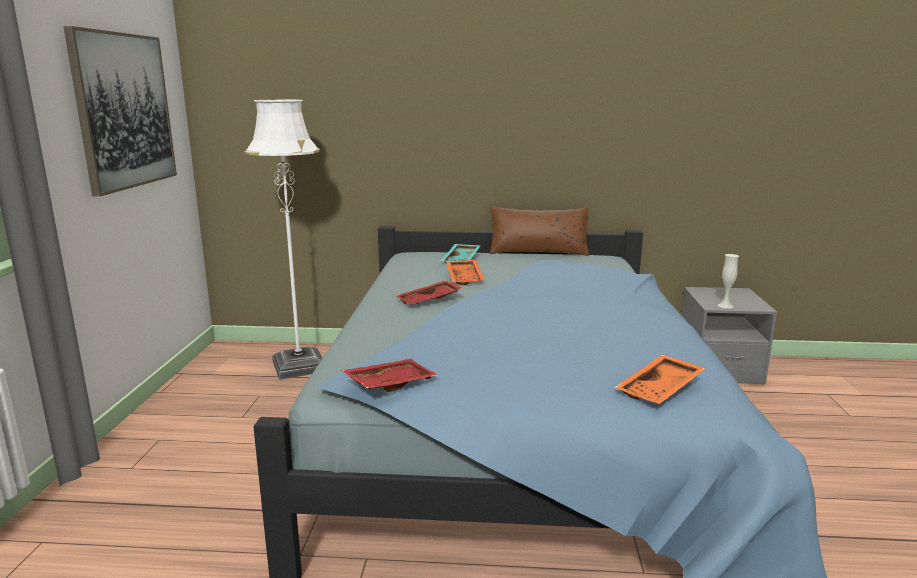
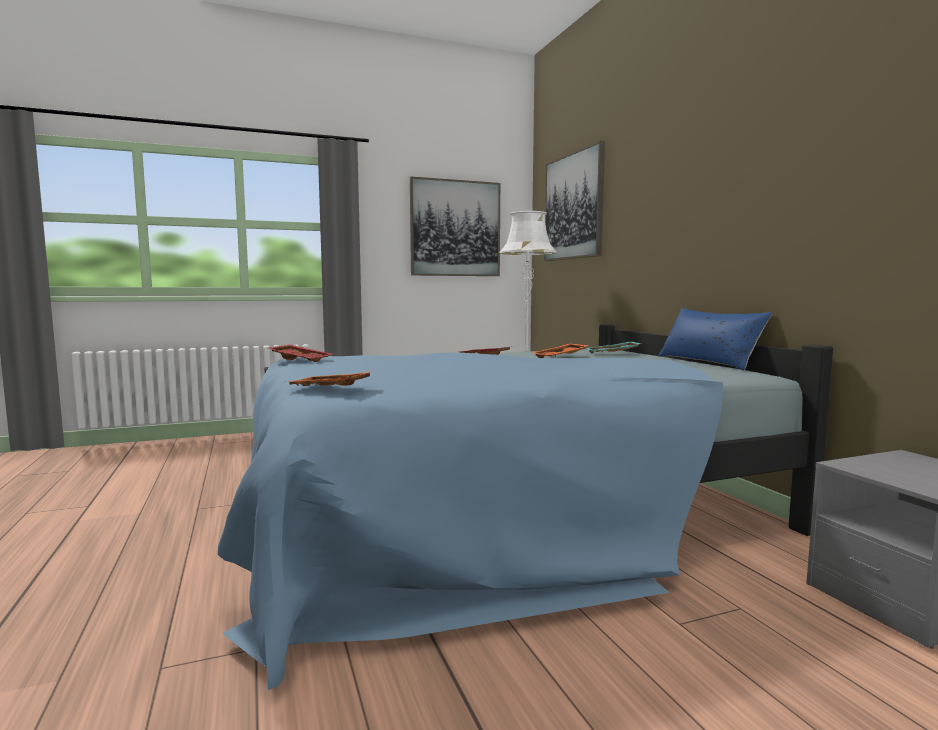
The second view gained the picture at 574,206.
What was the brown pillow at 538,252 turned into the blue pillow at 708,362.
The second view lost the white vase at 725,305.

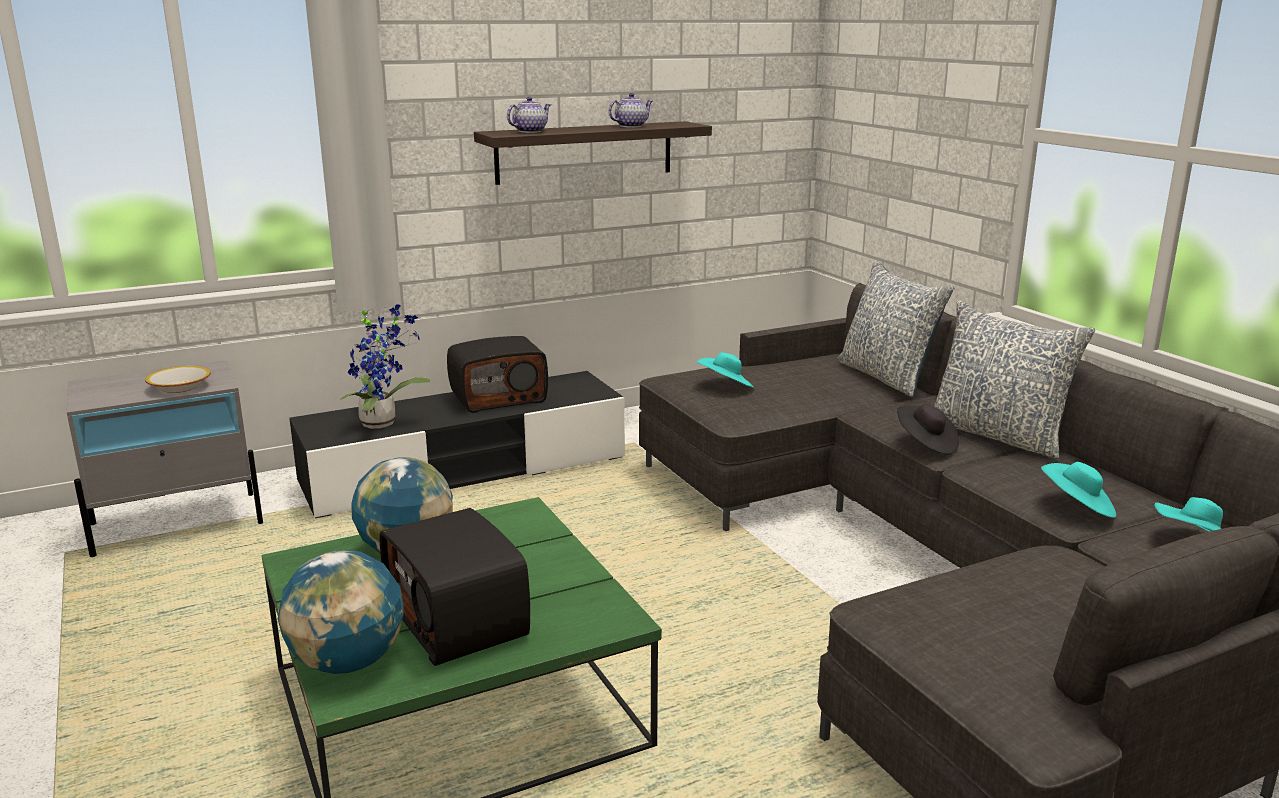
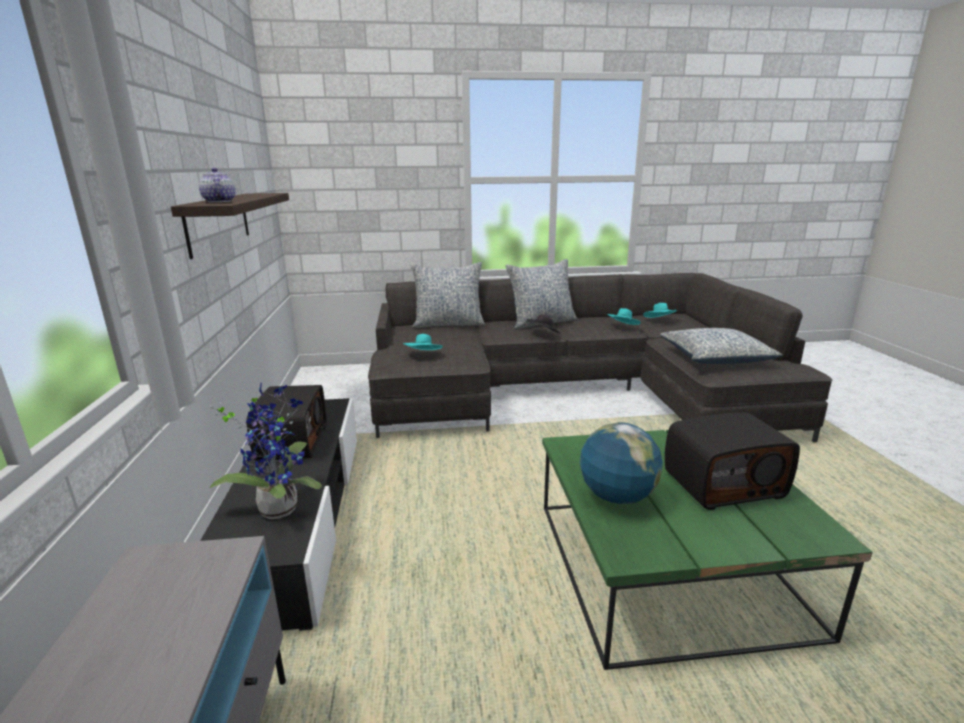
The second view gained the pillow at 715,358.
The second view lost the bowl at 180,387.
The second view lost the globe at 348,662.
The second view lost the teapot at 631,126.

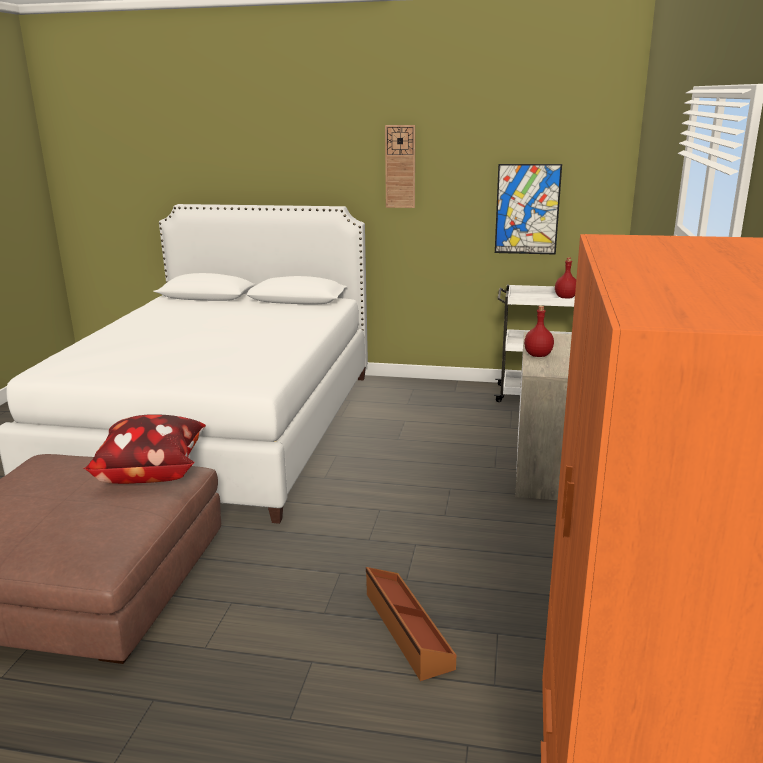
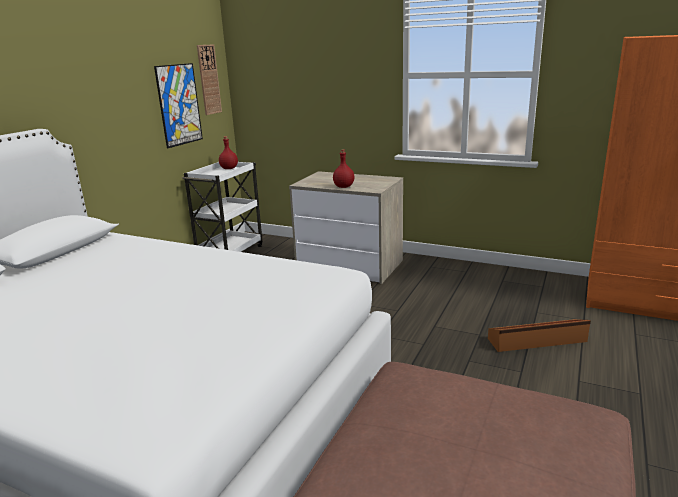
The wall clock ended up elsewhere, having gone from 400,167 to 209,79.
The second view lost the pillow at 151,472.

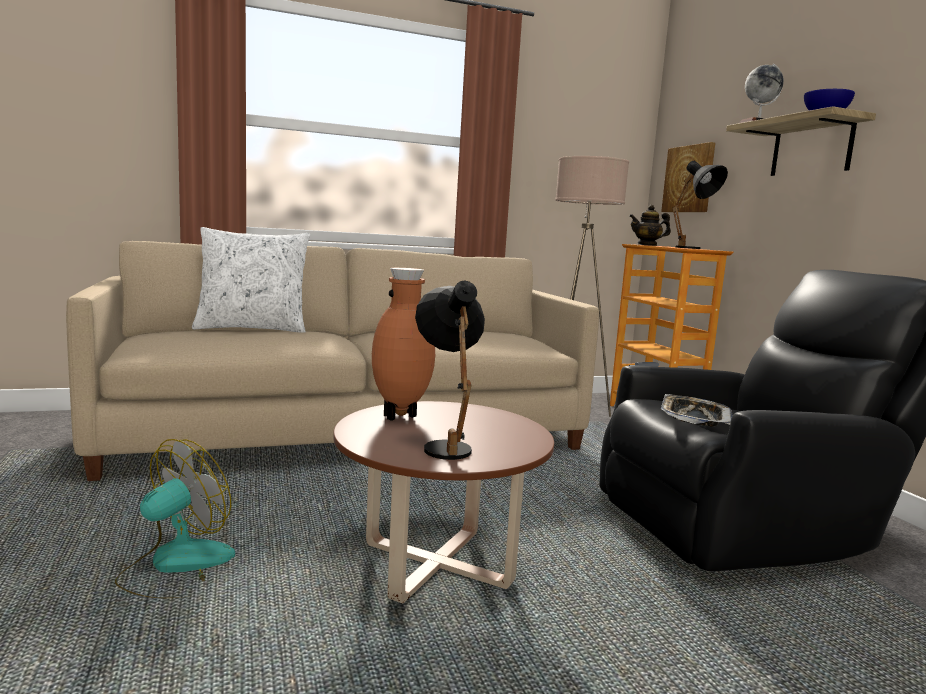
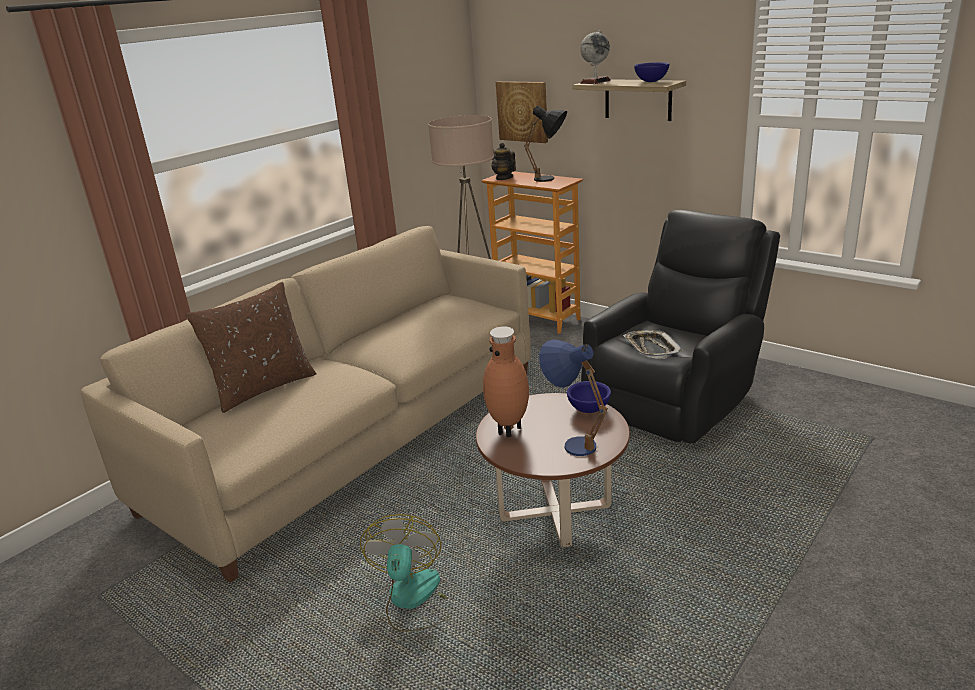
What was the white pillow at 252,329 turned into the brown pillow at 263,388.
The teapot at 647,245 ended up facing another way, 90 degrees clockwise from before.
What was the black table lamp at 446,444 turned into the blue table lamp at 572,442.
The second view gained the blue bowl at 588,410.

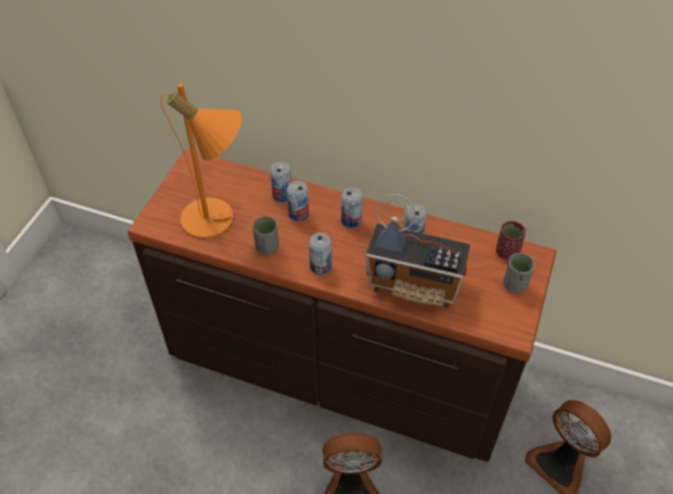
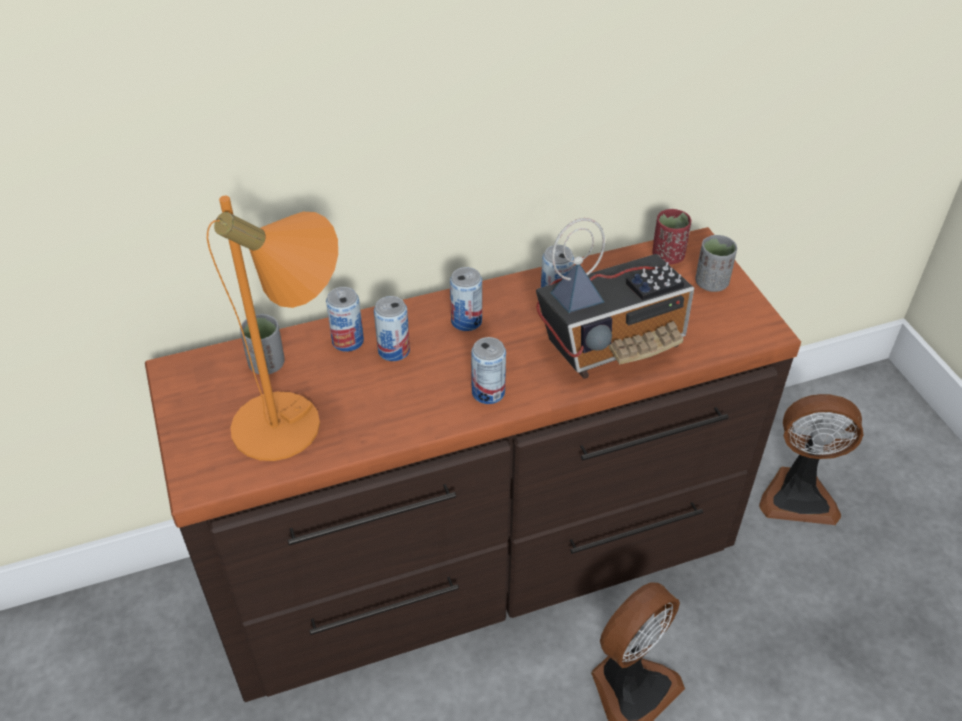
The grey cup ended up elsewhere, having gone from 267,247 to 267,364.

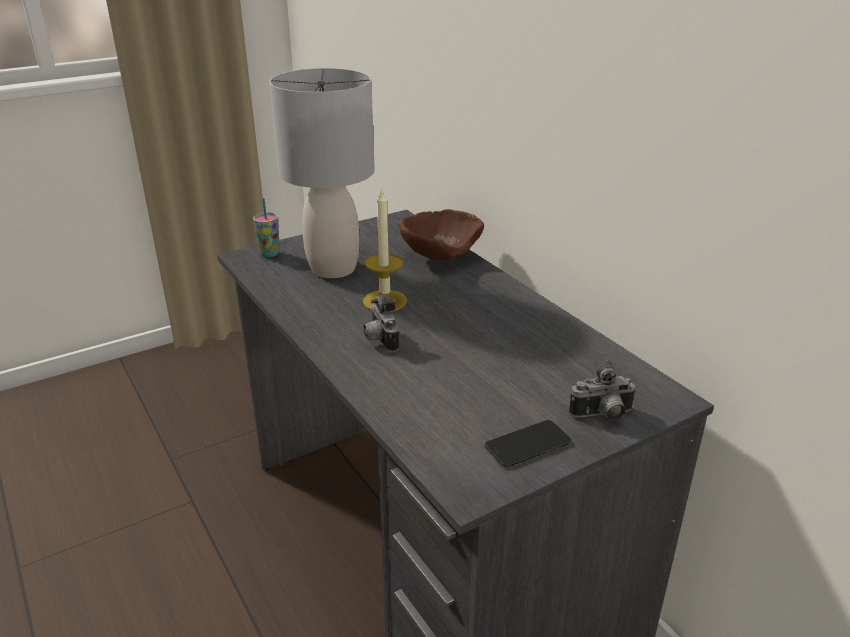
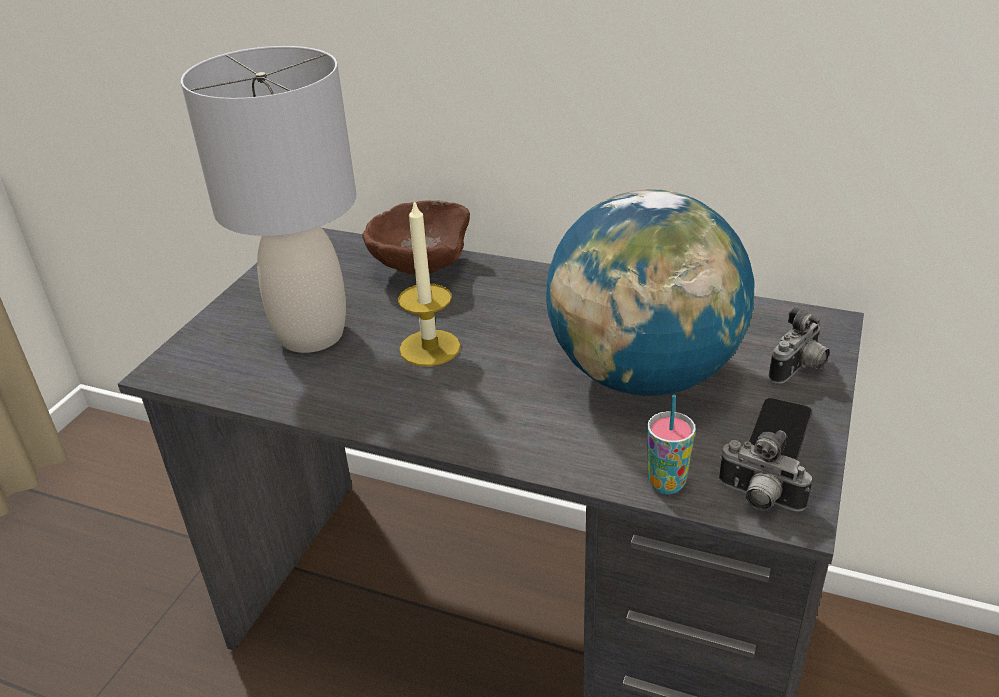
The second view gained the globe at 643,376.
The cup ended up elsewhere, having gone from 269,253 to 666,483.
The photo camera ended up elsewhere, having gone from 379,340 to 758,499.

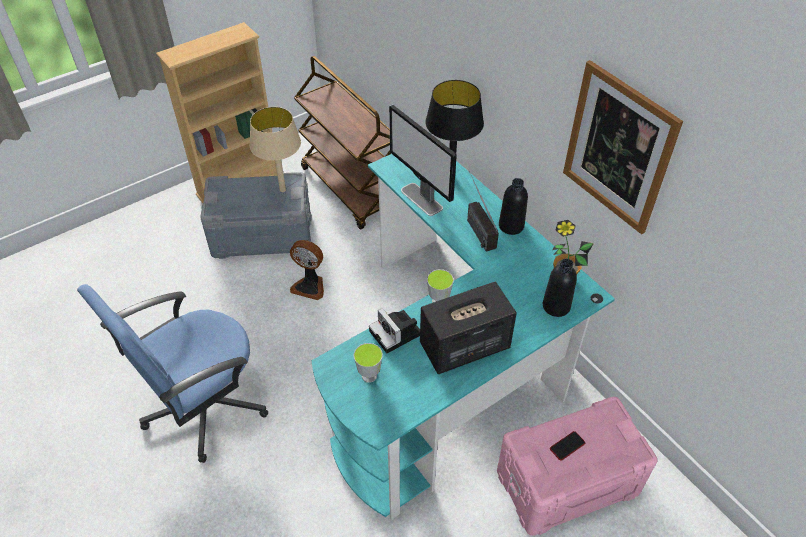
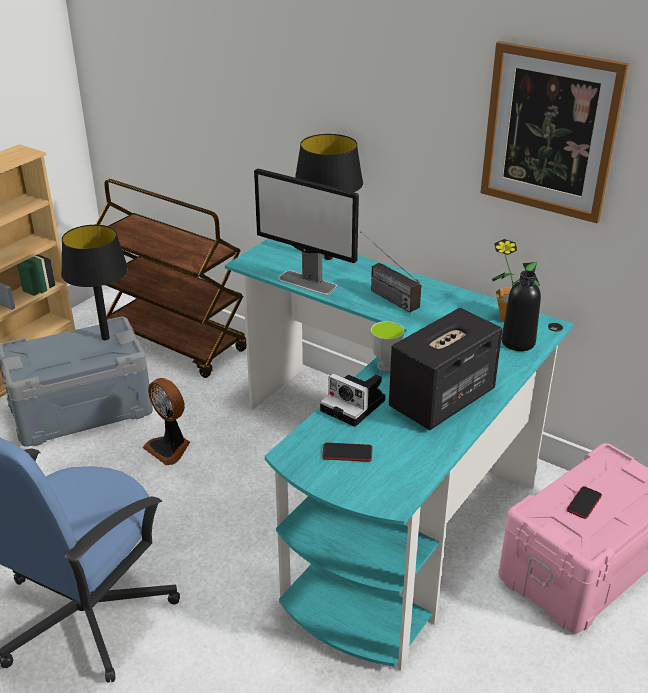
What was the beige table lamp at 283,190 turned into the black table lamp at 106,338.
The fan at 310,286 ended up facing another way, 45 degrees clockwise from before.
Where the cup stood at 369,376, the phone came to stand at 347,453.
The second view lost the black bottle at 511,226.

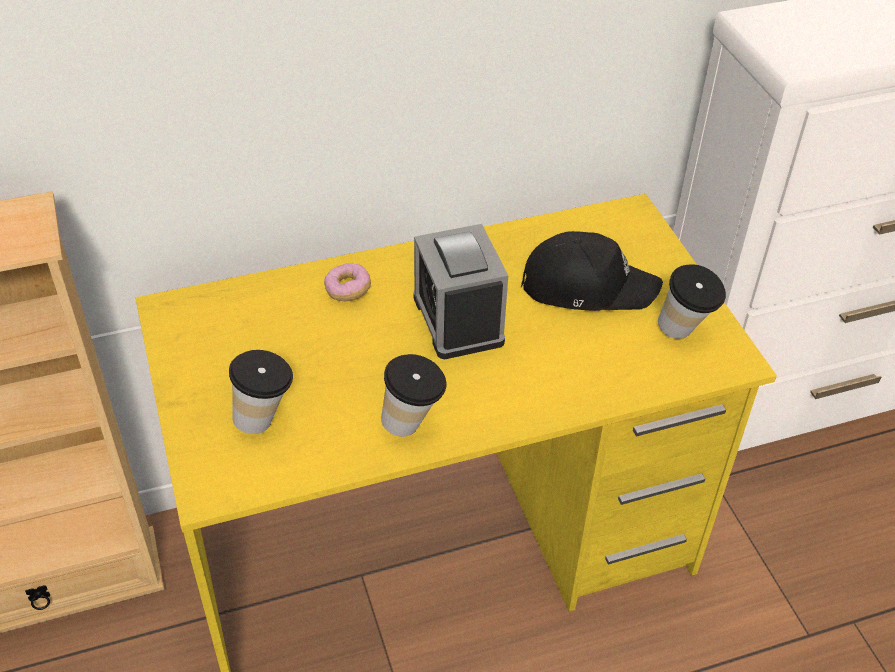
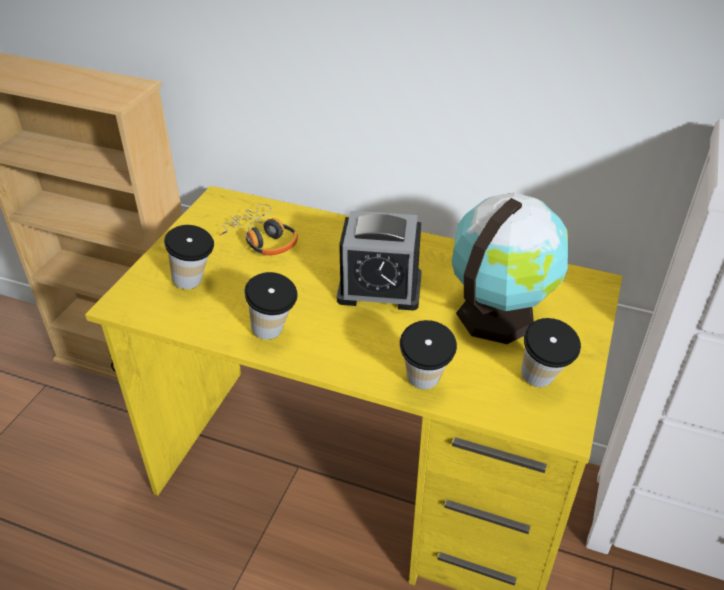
The second view gained the headphones at 262,239.
The alarm clock at 458,319 ended up facing another way, 105 degrees counterclockwise from before.
The second view gained the cup at 424,386.
Where the black cap stood at 586,286, the globe came to stand at 498,313.
The second view lost the donut at 348,290.

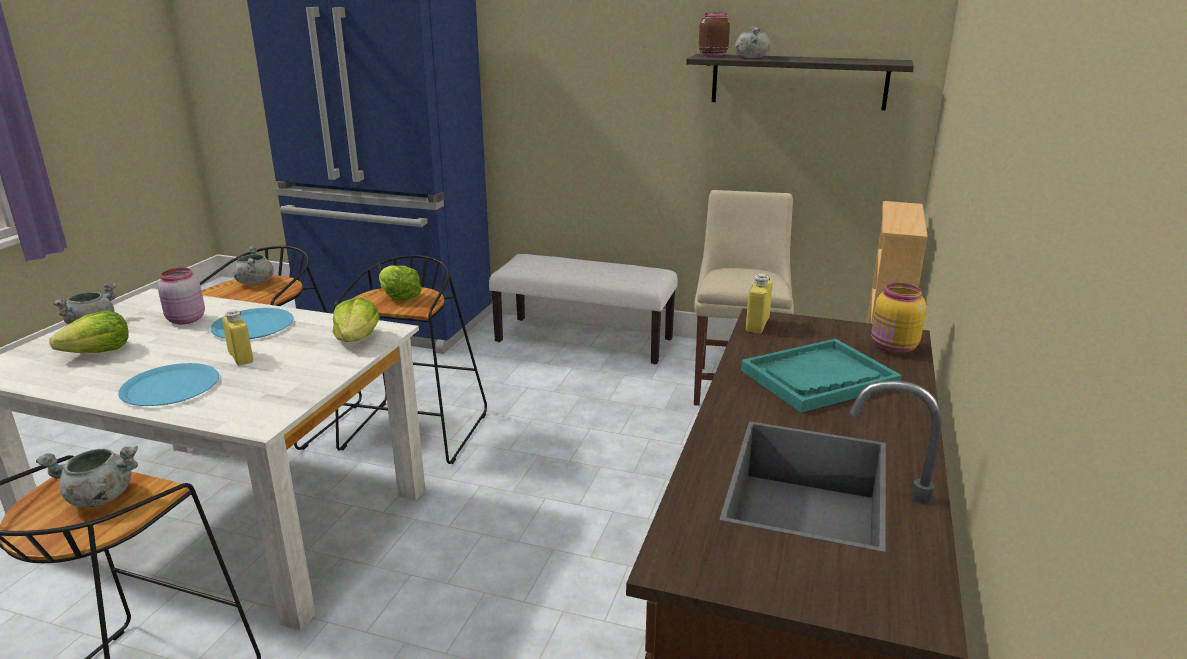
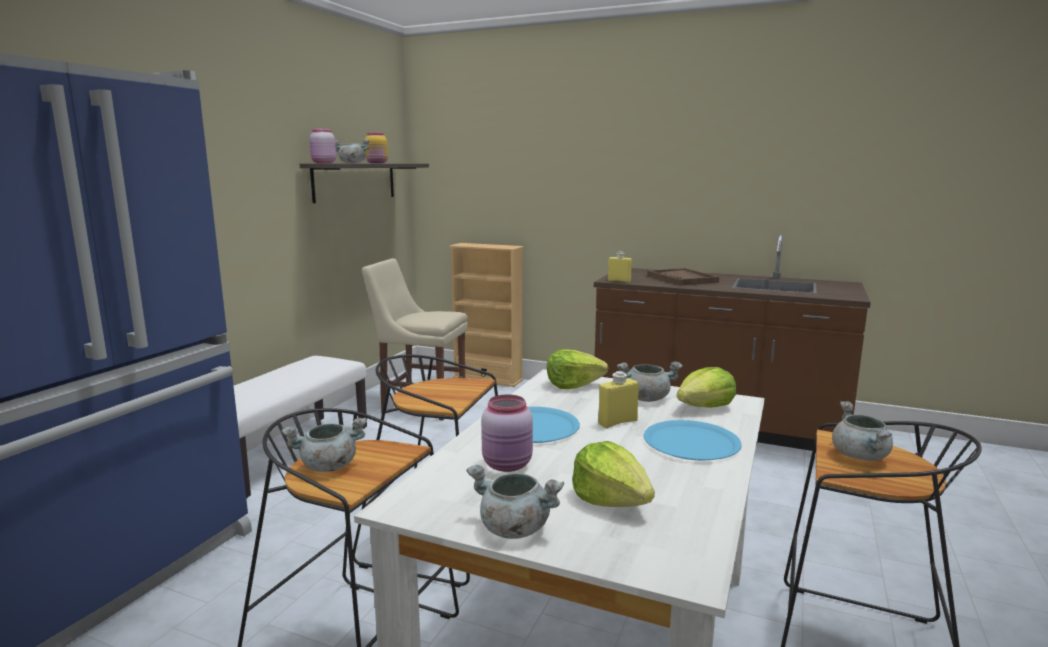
What was the brown jar at 712,55 turned into the pink jar at 323,163.
The yellow jar ended up elsewhere, having gone from 893,348 to 377,163.
The second view gained the grey cooking pot at 647,398.
What was the turquoise tray at 818,378 turned into the brown tray at 682,279.
The lettuce ended up elsewhere, having gone from 399,296 to 705,407.

